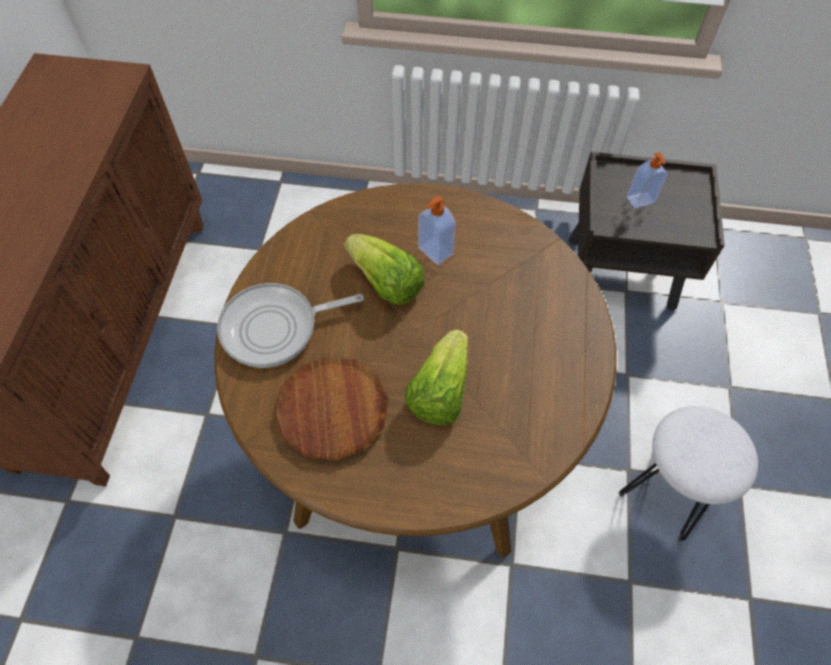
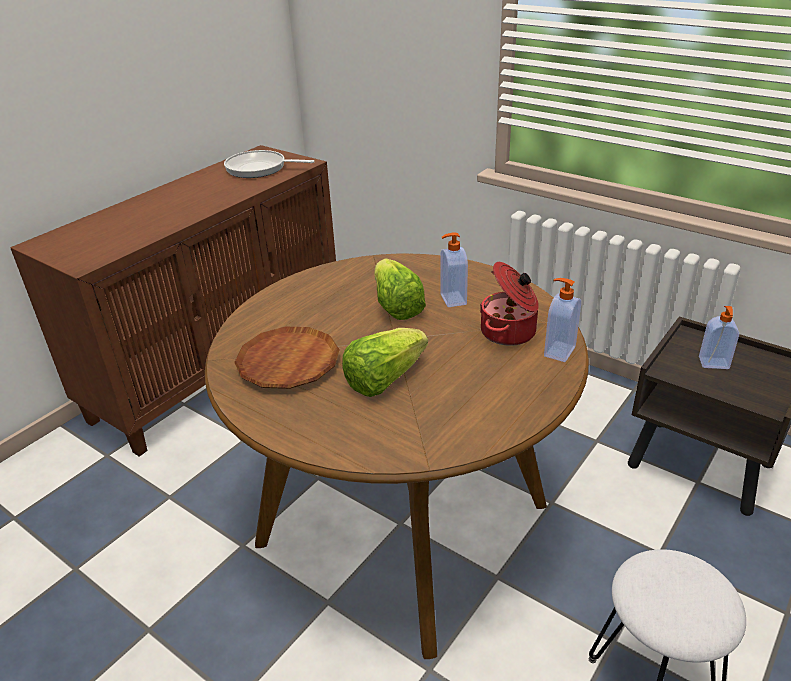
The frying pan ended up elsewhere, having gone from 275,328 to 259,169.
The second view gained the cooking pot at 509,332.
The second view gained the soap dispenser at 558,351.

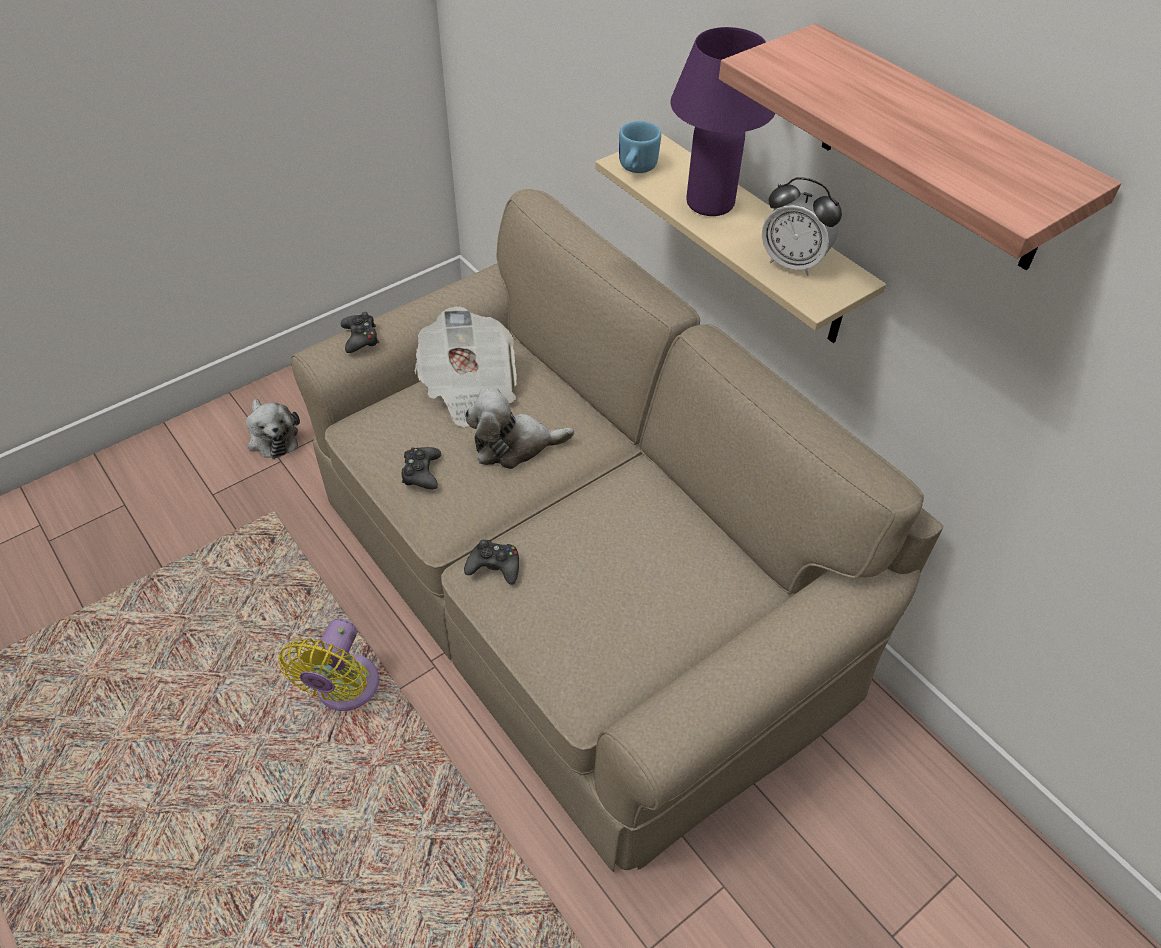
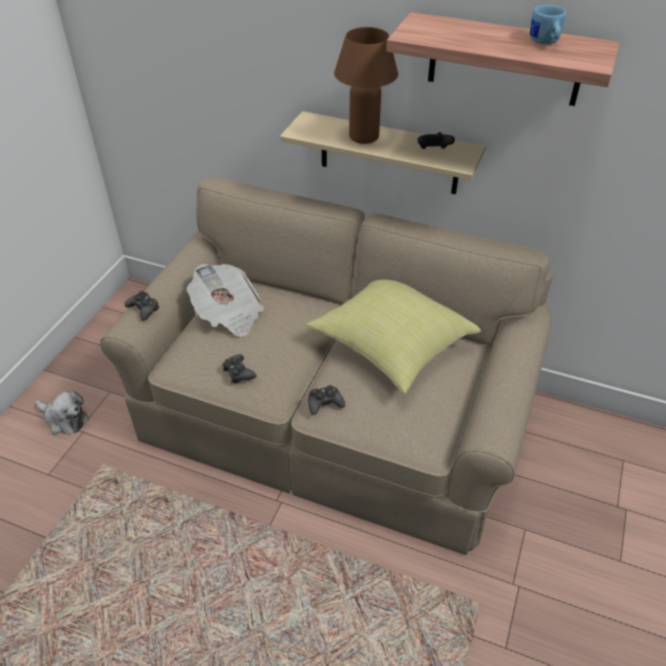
The second view gained the yellow pillow at 389,345.
What was the purple table lamp at 710,203 turned into the brown table lamp at 363,137.
Where the alarm clock stood at 793,263, the black game controller came to stand at 433,151.
The blue mug ended up elsewhere, having gone from 635,169 to 545,42.
The second view lost the yellow fan at 344,690.
The second view lost the plush toy at 514,445.

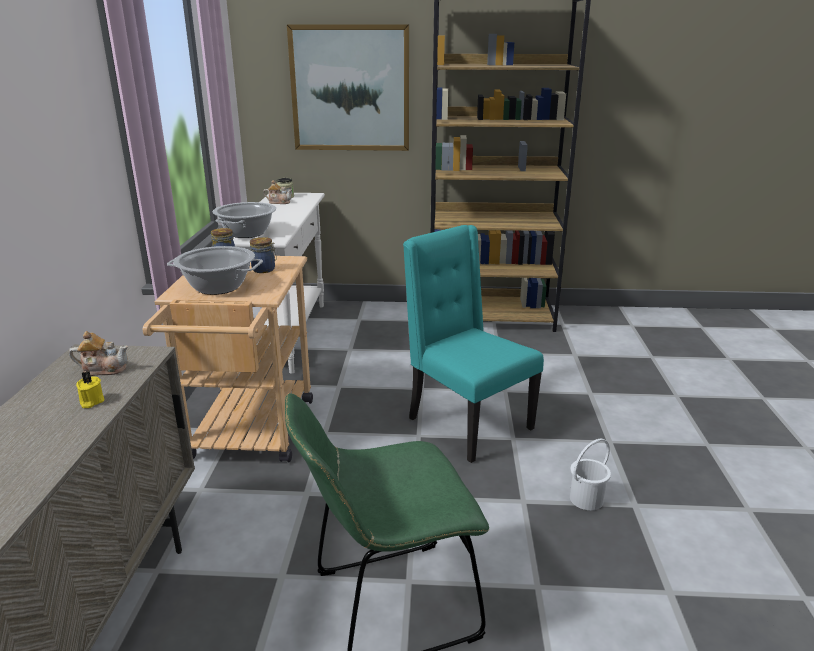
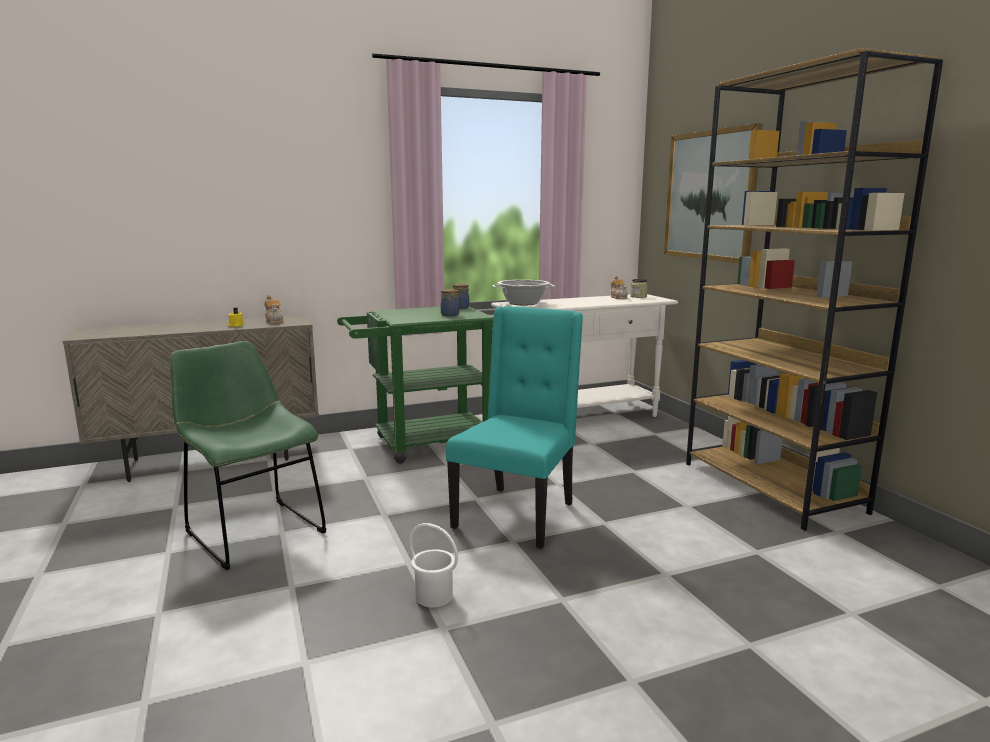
What was the beige cart at 249,435 turned into the green cart at 422,444.
The second view lost the cooking pot at 218,287.

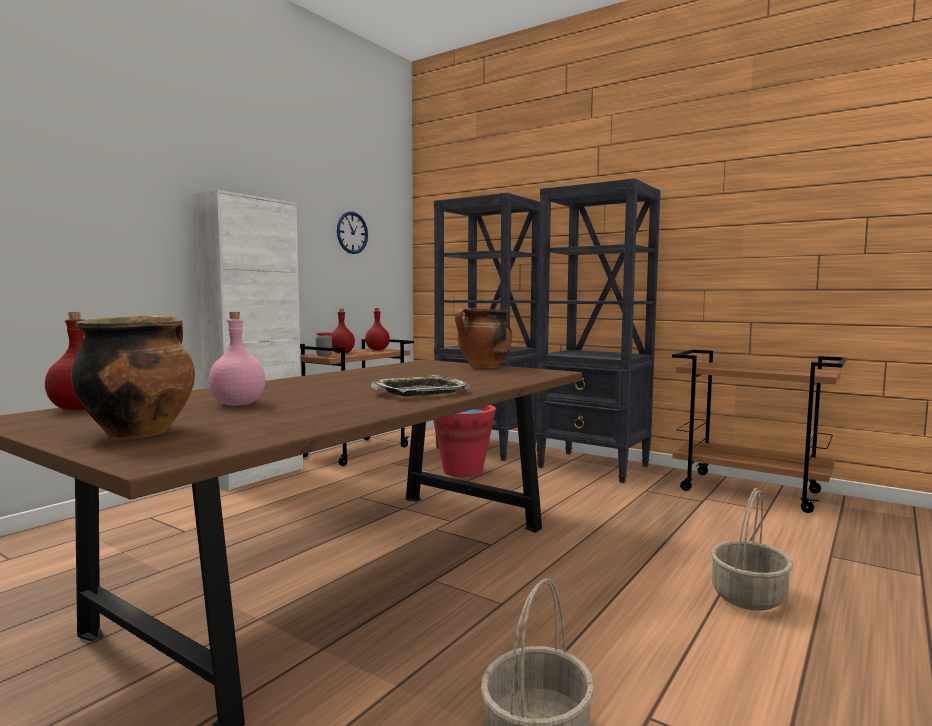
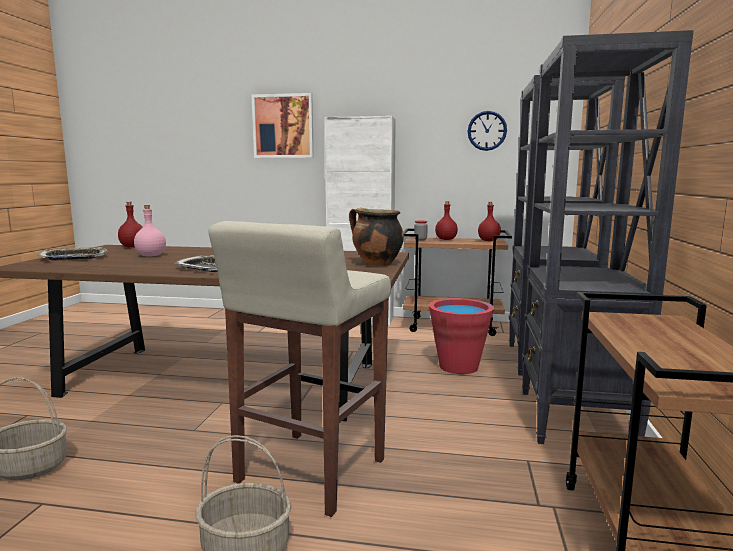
Where the cooking pot stood at 139,432, the tray came to stand at 74,258.
The second view gained the beige stool at 309,472.
The second view gained the picture at 283,126.

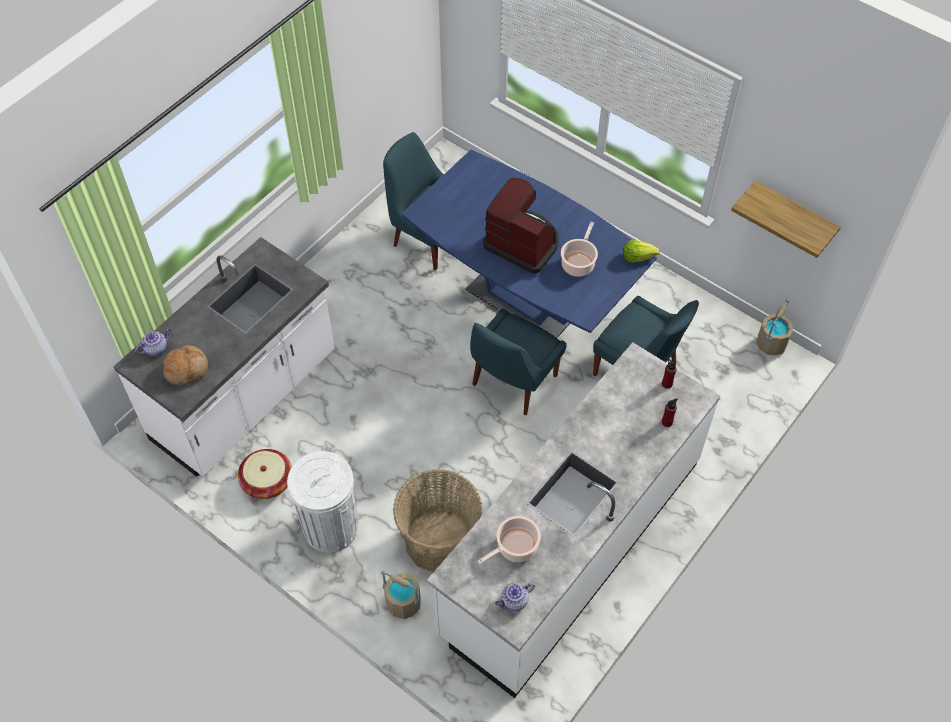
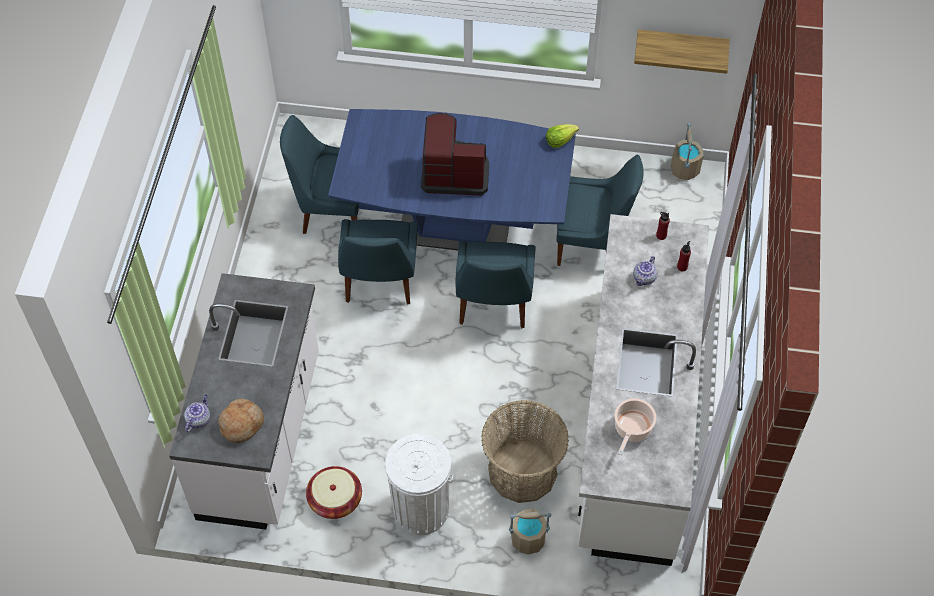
The second view gained the blue chair at 379,283.
The teapot ended up elsewhere, having gone from 514,601 to 644,278.
The second view lost the cooking pot at 578,263.

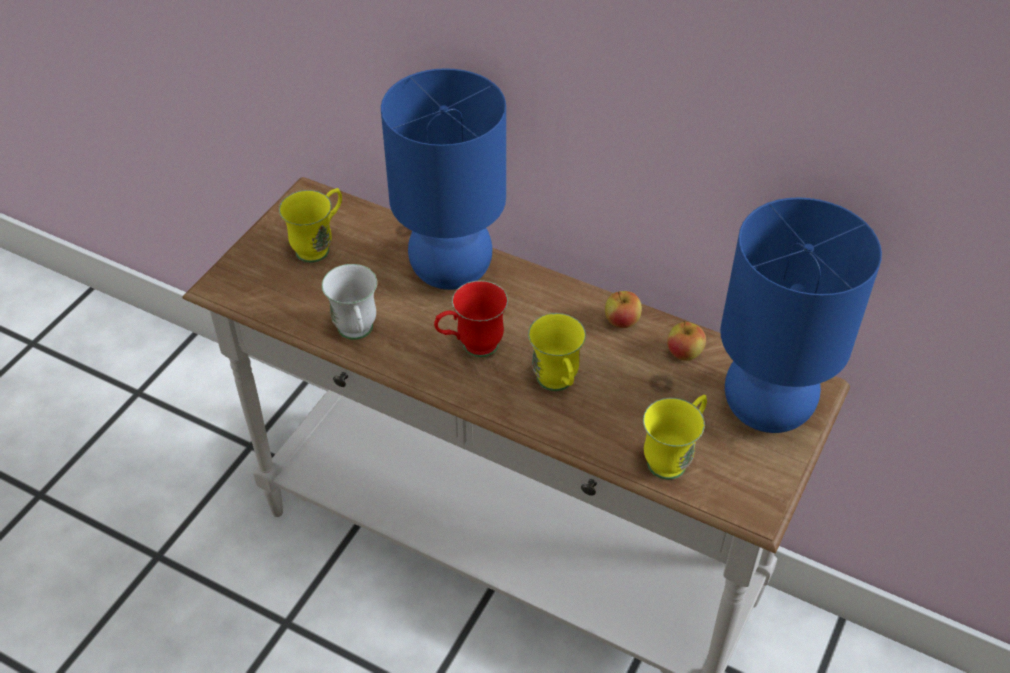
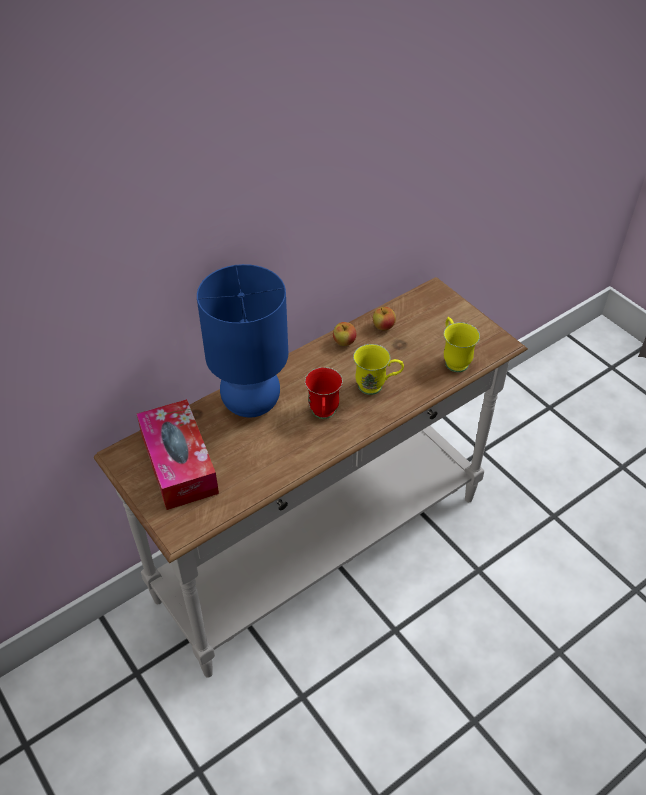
Where the yellow mug stood at 319,246, the tissue box came to stand at 179,463.
The second view lost the white mug at 357,334.
The second view lost the blue table lamp at 768,409.

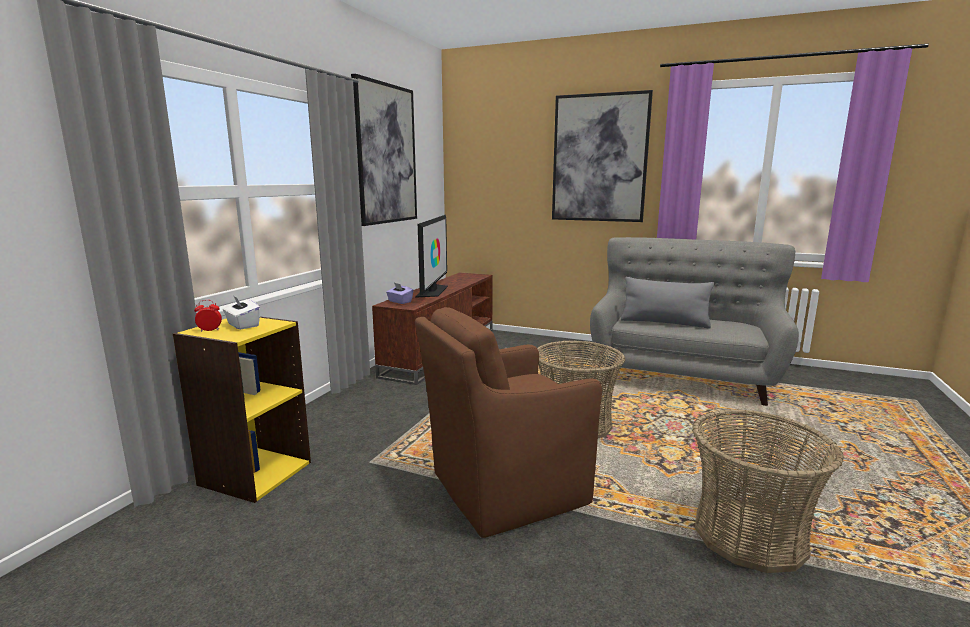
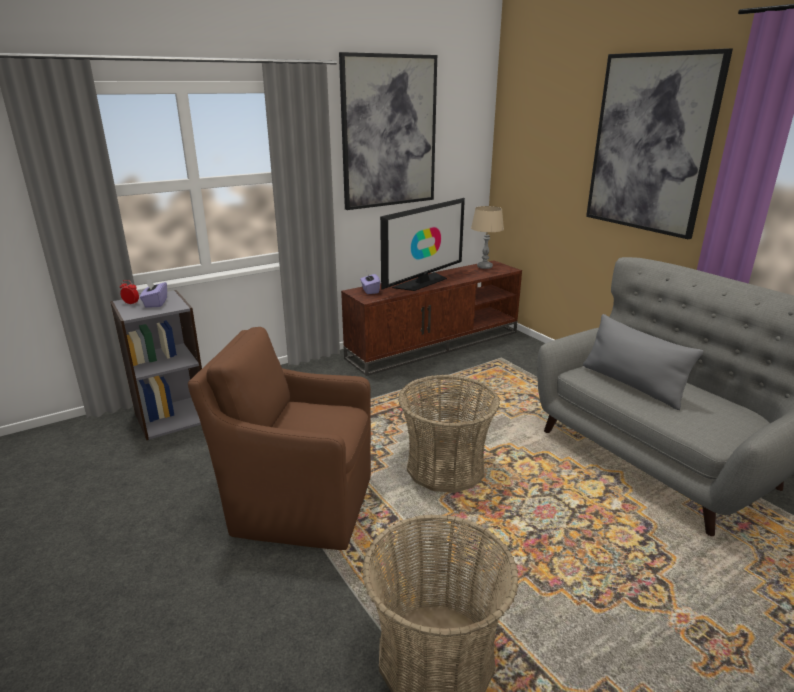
What was the yellow bookcase at 255,473 turned into the grey bookcase at 172,417.
What was the white tissue box at 242,325 turned into the purple tissue box at 155,303.
The second view gained the beige table lamp at 484,267.

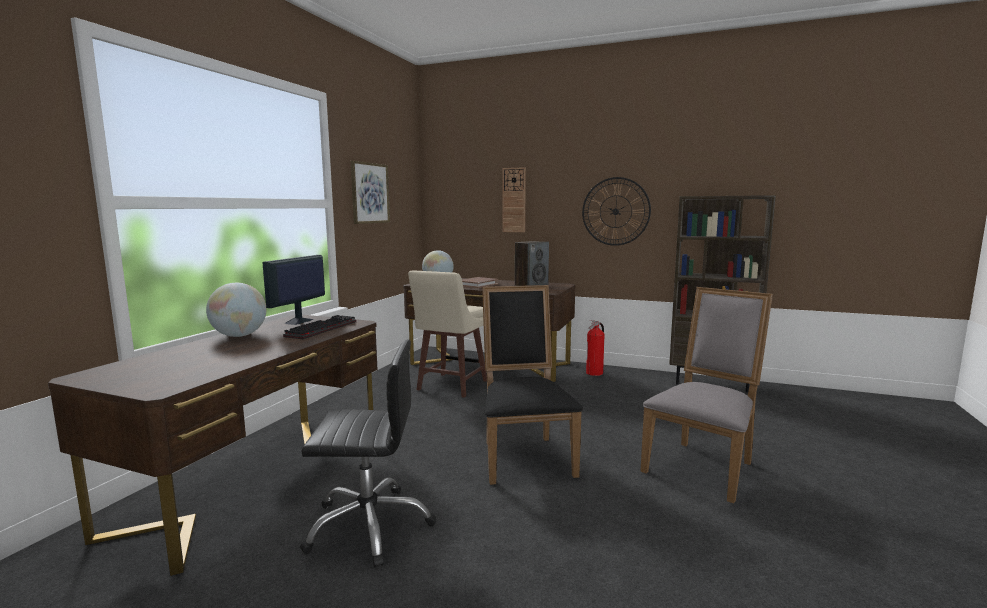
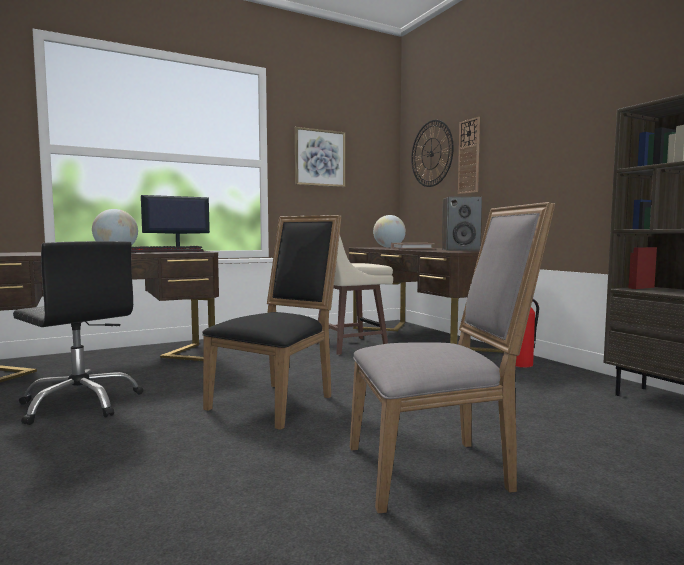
The wall clock ended up elsewhere, having gone from 615,211 to 431,153.

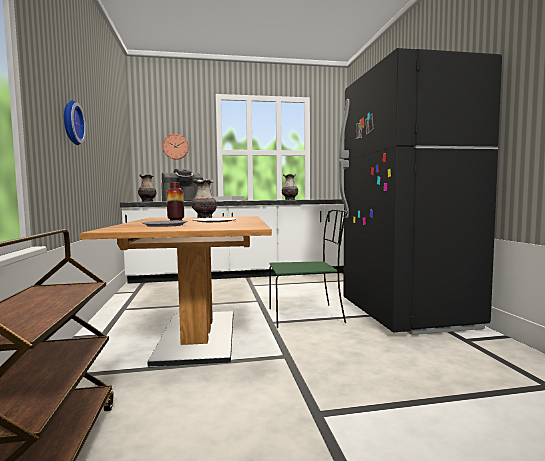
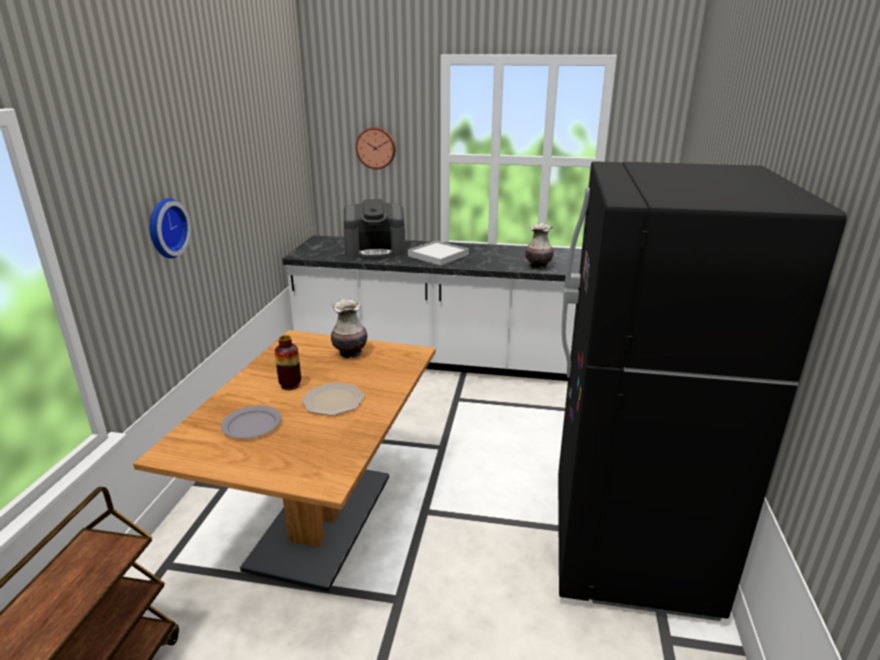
The second view lost the vase at 147,201.
The second view lost the green chair at 307,316.

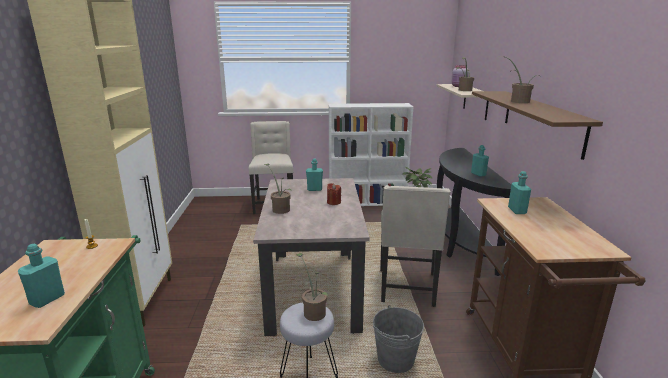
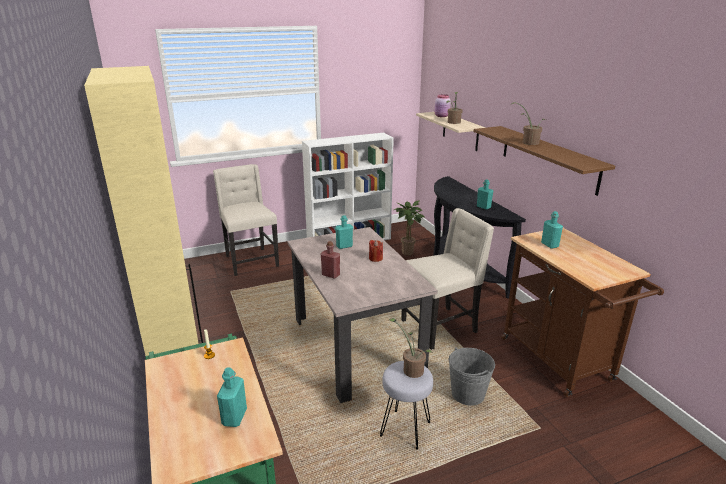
Where the potted plant stood at 280,209, the red bottle came to stand at 330,275.
The beige chair at 407,288 ended up facing another way, 105 degrees counterclockwise from before.

